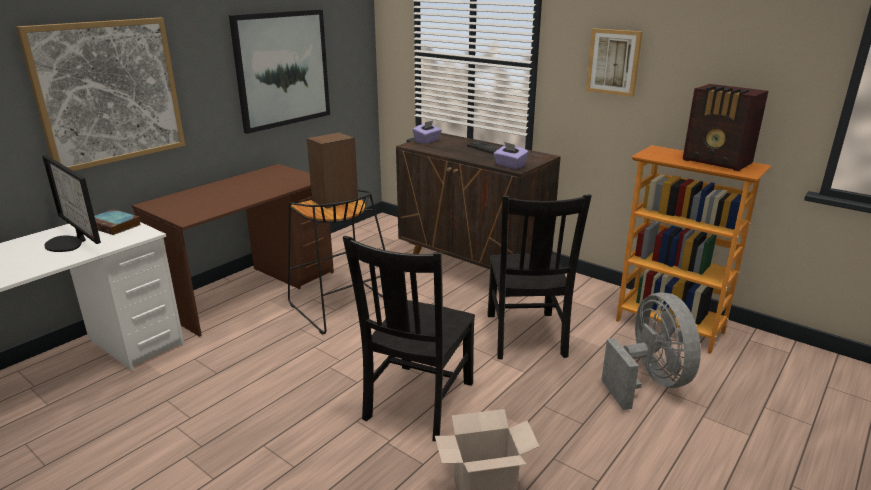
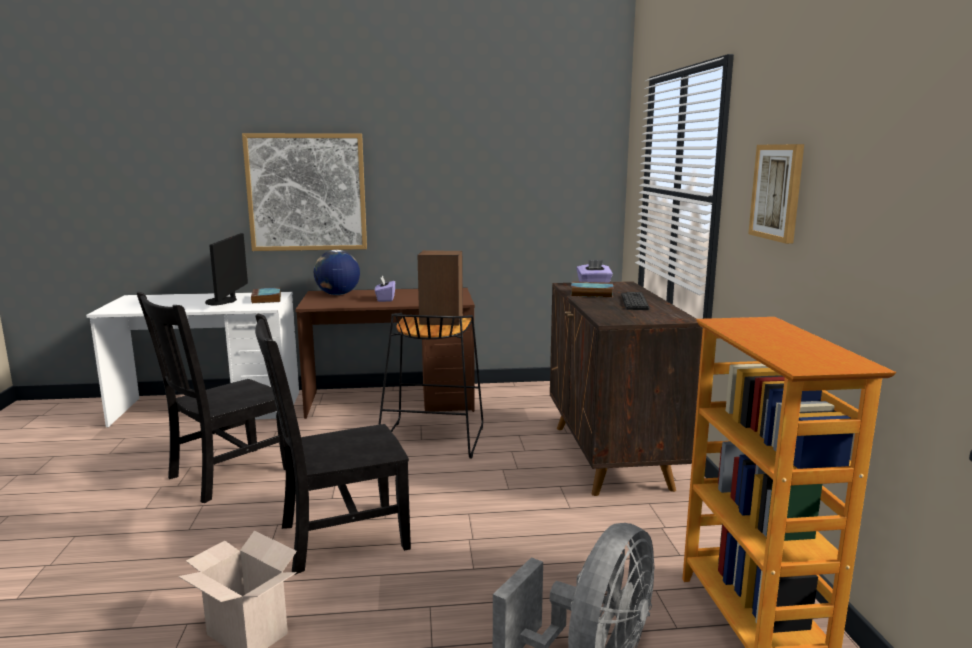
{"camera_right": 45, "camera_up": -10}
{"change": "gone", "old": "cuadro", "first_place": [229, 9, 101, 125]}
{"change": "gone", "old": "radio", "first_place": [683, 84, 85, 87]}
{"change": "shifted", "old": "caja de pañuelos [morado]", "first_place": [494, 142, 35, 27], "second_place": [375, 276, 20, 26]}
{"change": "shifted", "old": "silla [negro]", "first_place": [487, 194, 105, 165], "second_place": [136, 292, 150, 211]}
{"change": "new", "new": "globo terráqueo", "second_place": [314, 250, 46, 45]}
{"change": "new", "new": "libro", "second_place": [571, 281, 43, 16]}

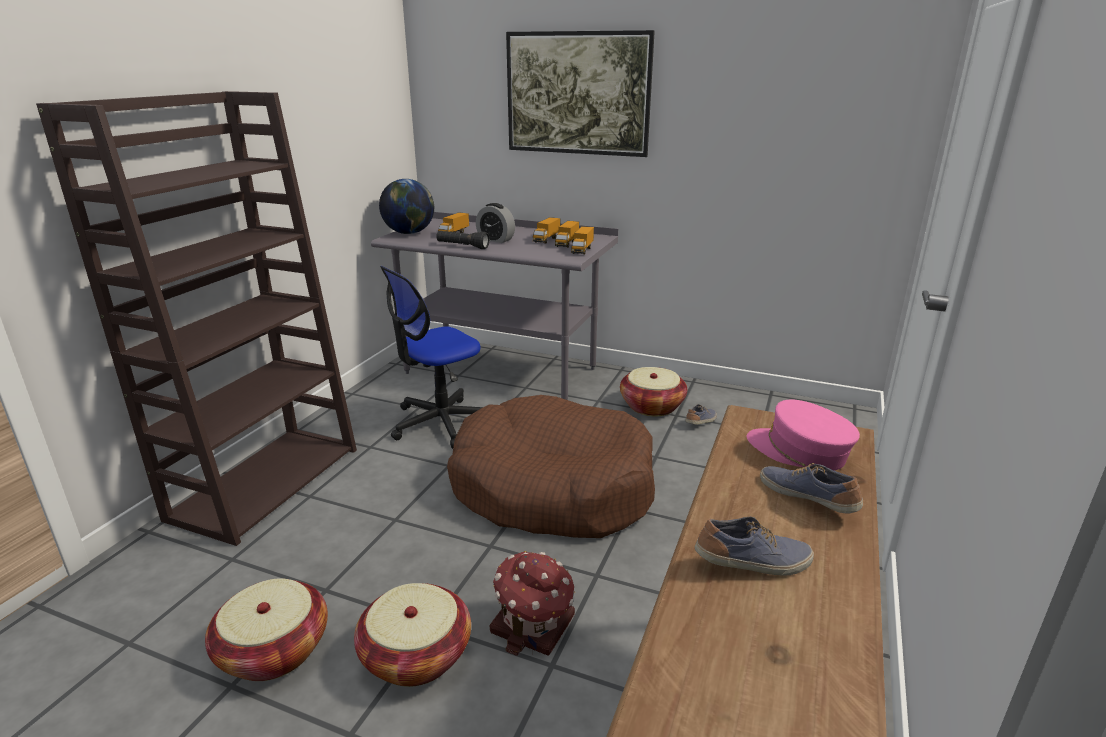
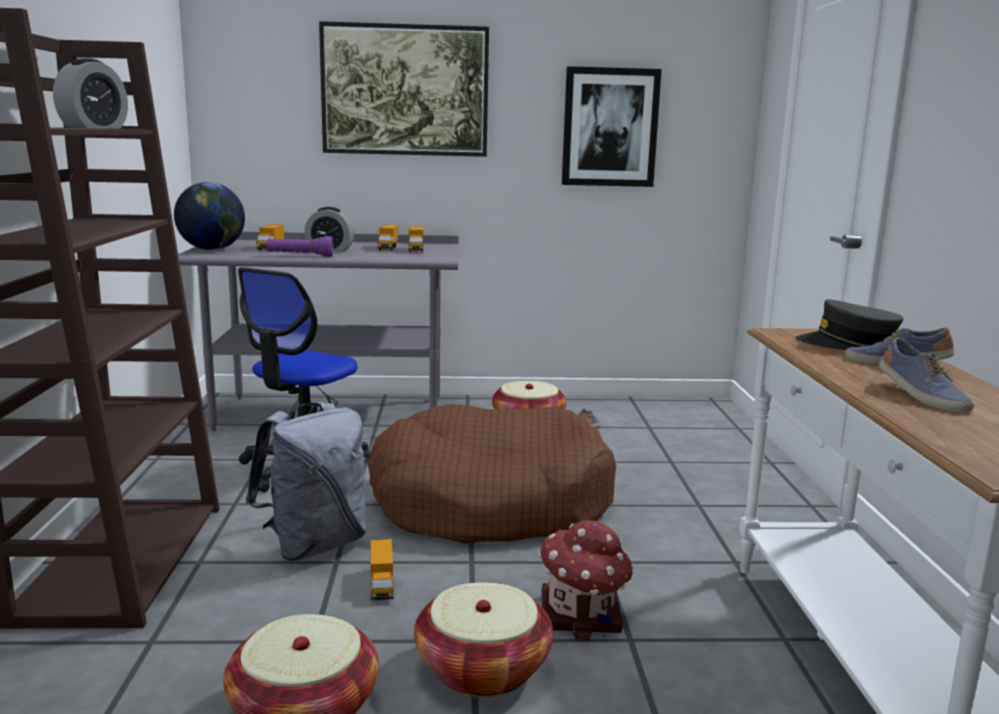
{"camera_right": -25, "camera_up": -10}
{"change": "shifted", "old": "camión de juguete", "first_place": [571, 226, 23, 29], "second_place": [370, 539, 24, 61]}
{"change": "repainted", "old": "linterna [negro]", "new": "linterna [morado]", "first_place": [436, 231, 54, 18], "second_place": [266, 236, 68, 21]}
{"change": "repainted", "old": "gorra [rosa]", "new": "gorra [gris]", "first_place": [747, 399, 113, 72], "second_place": [795, 299, 108, 51]}
{"change": "rotated", "old": "zapato", "first_place": [695, 517, 119, 59], "second_place": [879, 338, 95, 74], "degrees": 105}
{"change": "new", "new": "despertador", "second_place": [53, 58, 75, 71]}
{"change": "new", "new": "cuadro", "second_place": [562, 66, 100, 121]}
{"change": "new", "new": "mochila [gris]", "second_place": [245, 402, 121, 159]}

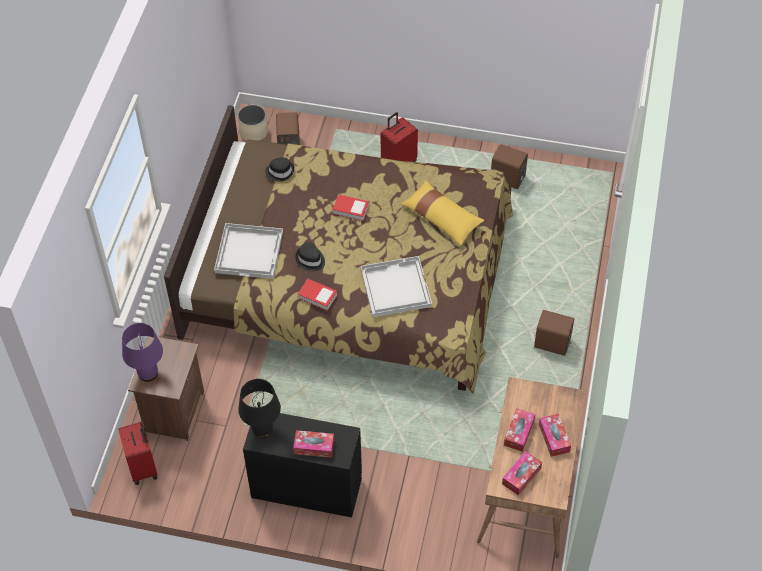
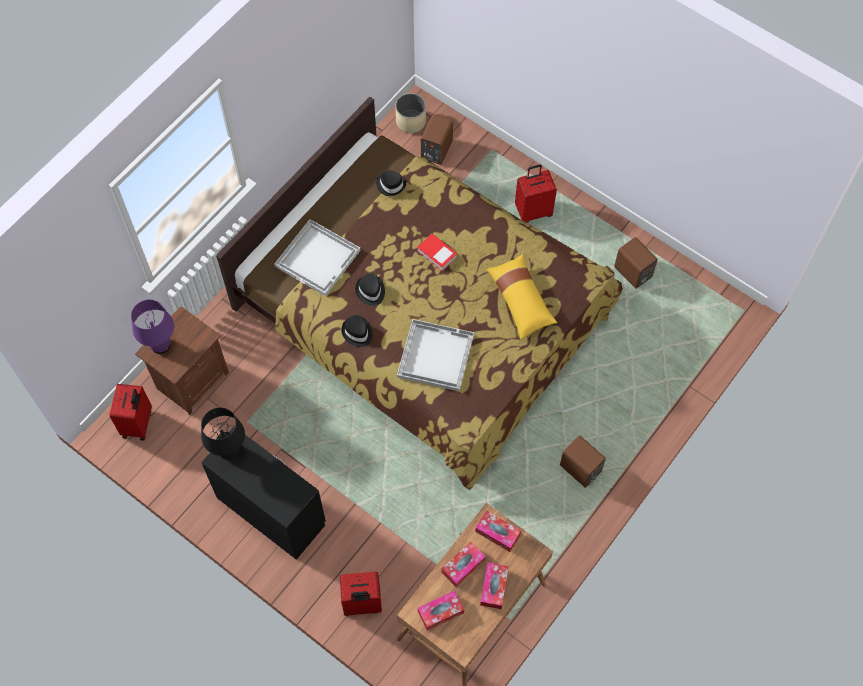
{"camera_right": 25, "camera_up": 10}
{"change": "swapped", "old": "libro", "new": "sombrero [negro]", "first_place": [298, 279, 40, 32], "second_place": [341, 315, 31, 32]}
{"change": "shifted", "old": "caja de pañuelos", "first_place": [293, 430, 41, 28], "second_place": [475, 511, 46, 41]}
{"change": "new", "new": "maleta [rojo]", "second_place": [340, 572, 42, 44]}

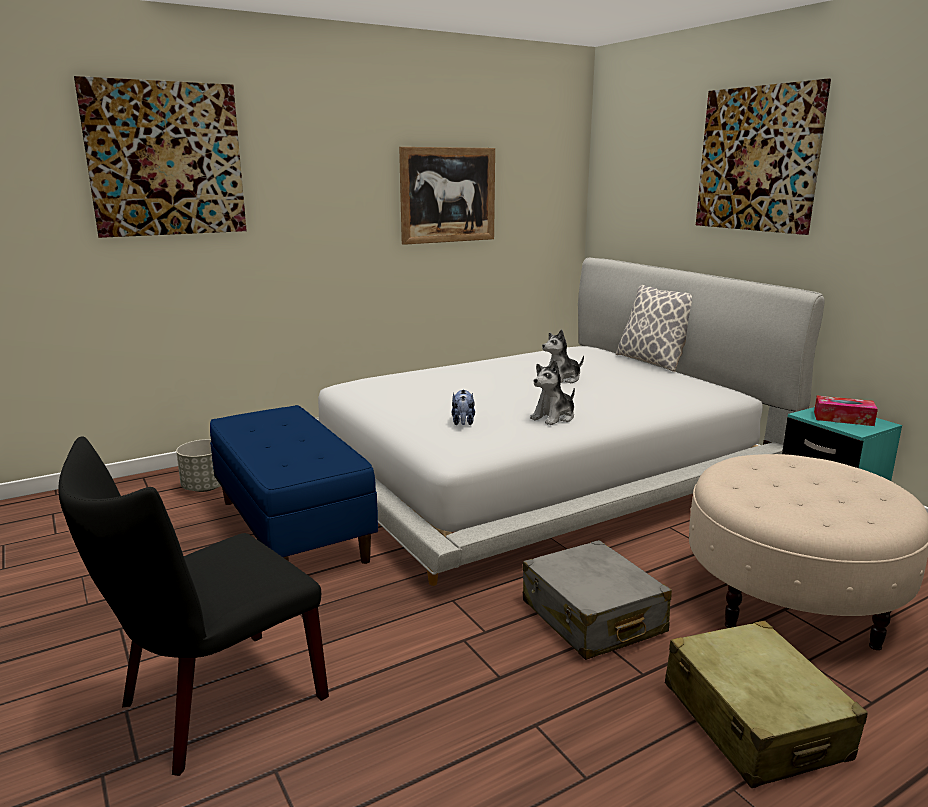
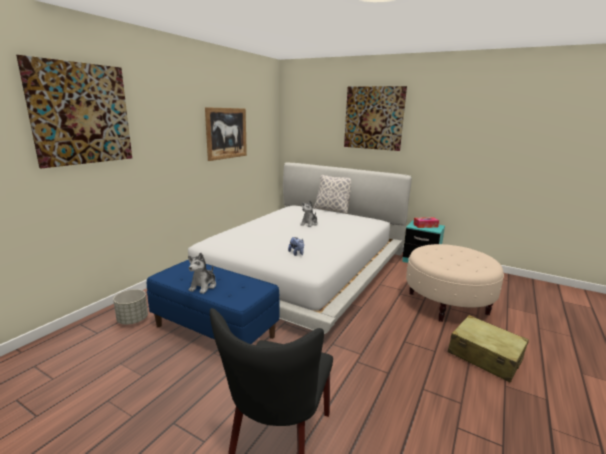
{"camera_right": -30, "camera_up": 0}
{"change": "shifted", "old": "peluche", "first_place": [530, 360, 45, 65], "second_place": [188, 253, 28, 41]}
{"change": "gone", "old": "maleta [gris]", "first_place": [523, 540, 149, 120]}

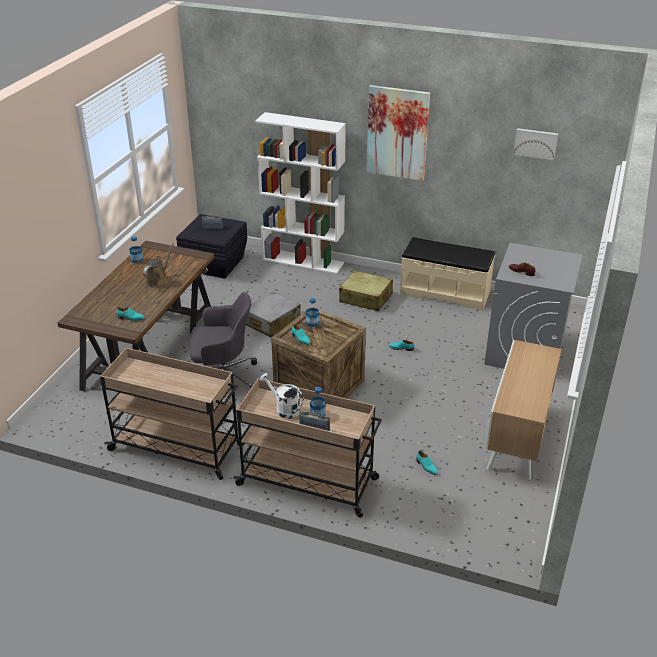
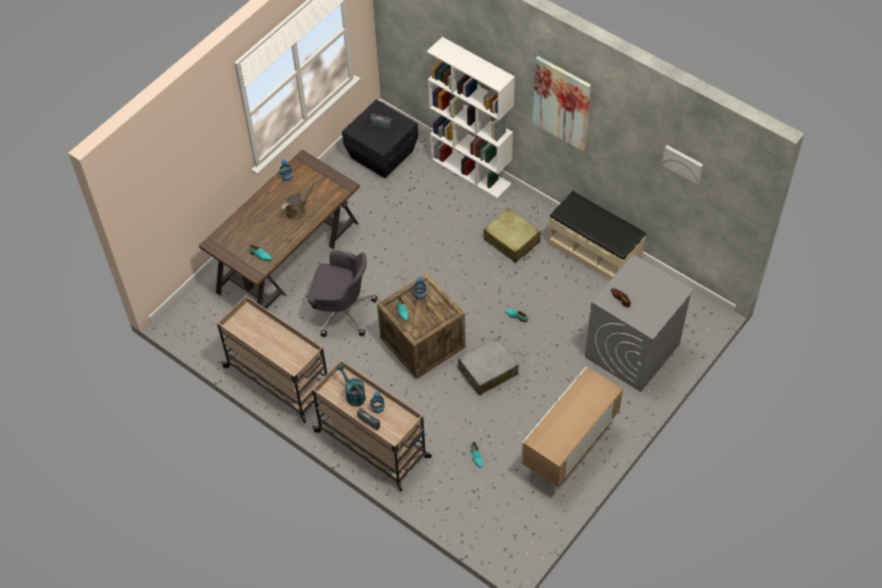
{"camera_right": 20, "camera_up": 20}
{"change": "shifted", "old": "maleta [gris]", "first_place": [246, 292, 55, 45], "second_place": [458, 338, 61, 58]}
{"change": "repainted", "old": "regadera [blanco]", "new": "regadera [turquesa]", "first_place": [260, 373, 44, 46], "second_place": [336, 364, 30, 42]}

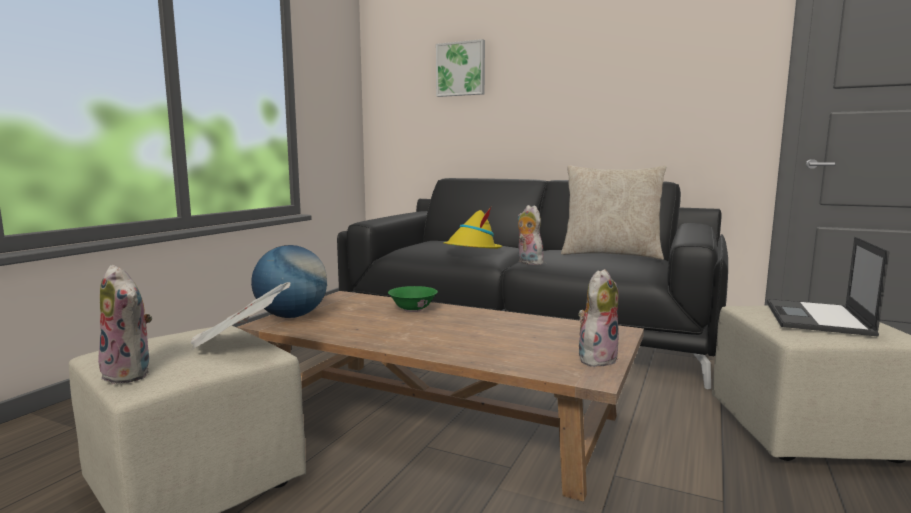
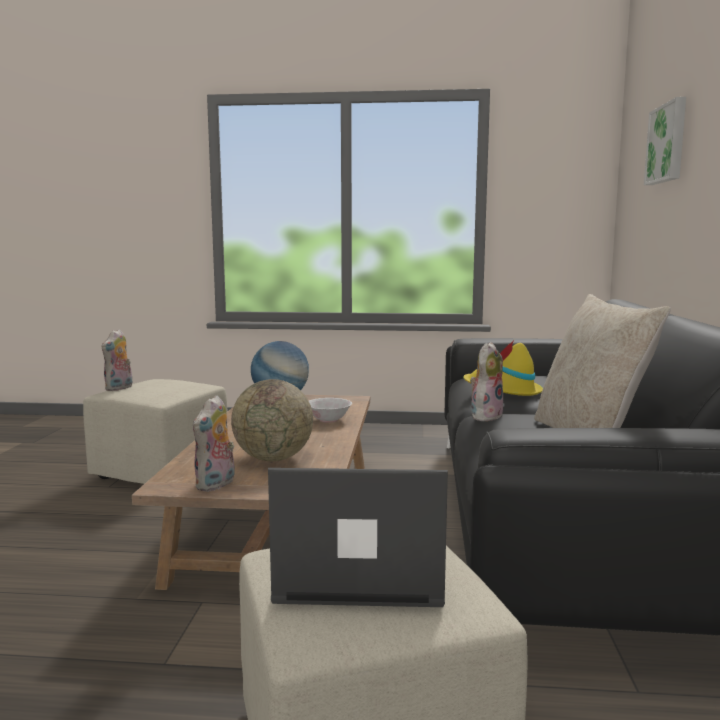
{"camera_right": 70, "camera_up": 0}
{"change": "rotated", "old": "peluche", "first_place": [578, 269, 41, 98], "second_place": [193, 395, 42, 97], "degrees": 90}
{"change": "gone", "old": "periódico", "first_place": [191, 282, 100, 68]}
{"change": "repainted", "old": "cuenco [verde]", "new": "cuenco [blanco]", "first_place": [388, 286, 50, 26], "second_place": [309, 398, 43, 25]}
{"change": "new", "new": "globo terráqueo", "second_place": [231, 379, 82, 82]}

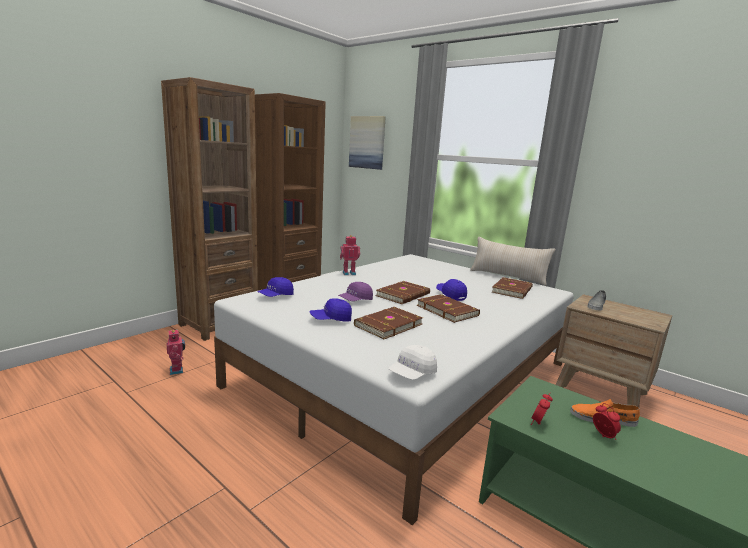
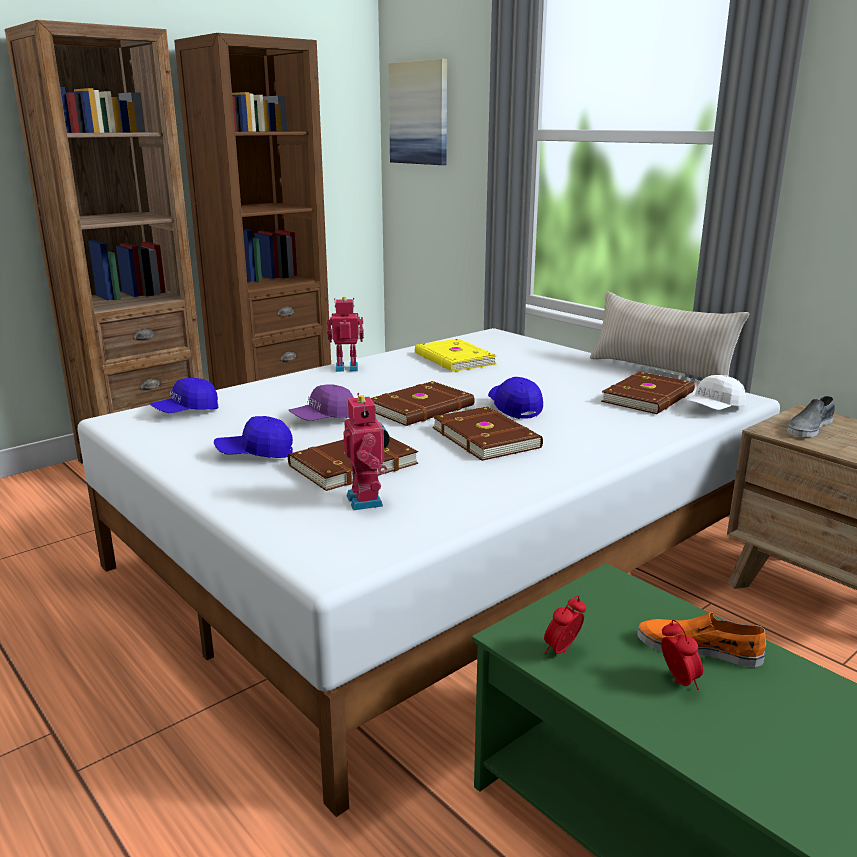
{"camera_right": 10, "camera_up": 5}
{"change": "shifted", "old": "robot de juguete", "first_place": [167, 328, 18, 47], "second_place": [344, 393, 46, 117]}
{"change": "shifted", "old": "gorra [blanco]", "first_place": [388, 345, 49, 35], "second_place": [685, 375, 61, 35]}
{"change": "new", "new": "libro [amarillo]", "second_place": [415, 339, 82, 33]}

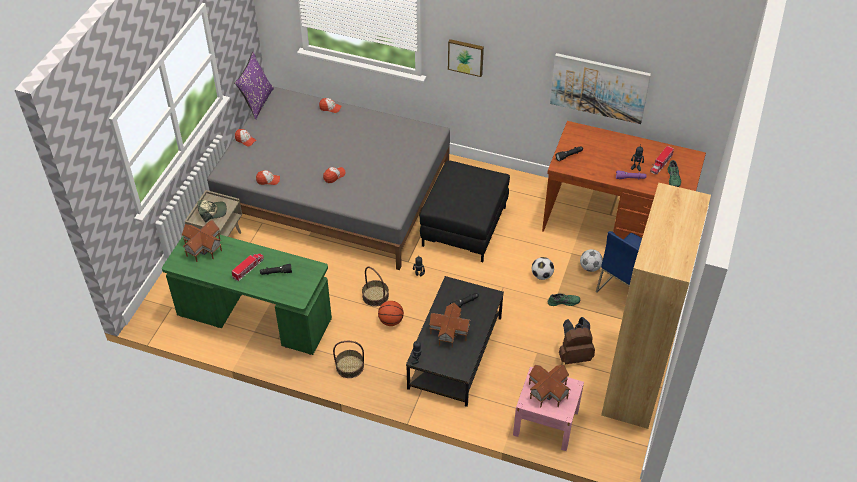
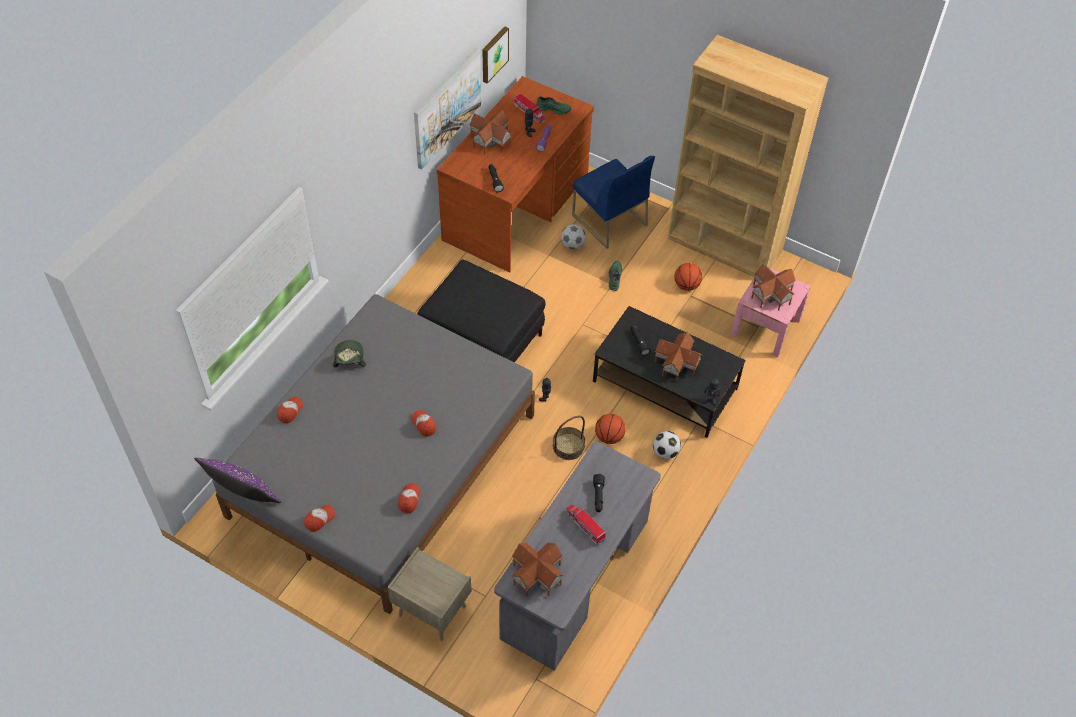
{"camera_right": -80, "camera_up": 5}
{"change": "shifted", "old": "cuadro", "first_place": [448, 39, 36, 38], "second_place": [482, 27, 27, 57]}
{"change": "shifted", "old": "gorra", "first_place": [198, 200, 29, 23], "second_place": [333, 340, 33, 27]}
{"change": "repainted", "old": "escritorio [verde]", "new": "escritorio [gris]", "first_place": [162, 234, 170, 121], "second_place": [494, 441, 167, 230]}
{"change": "shifted", "old": "balón de fútbol", "first_place": [532, 257, 22, 23], "second_place": [653, 431, 28, 28]}
{"change": "swapped", "old": "mochila [marrón]", "new": "balón de baloncesto", "first_place": [559, 317, 36, 47], "second_place": [674, 263, 28, 28]}
{"change": "gone", "old": "cesta", "first_place": [333, 341, 31, 37]}
{"change": "new", "new": "casita", "second_place": [469, 110, 43, 45]}

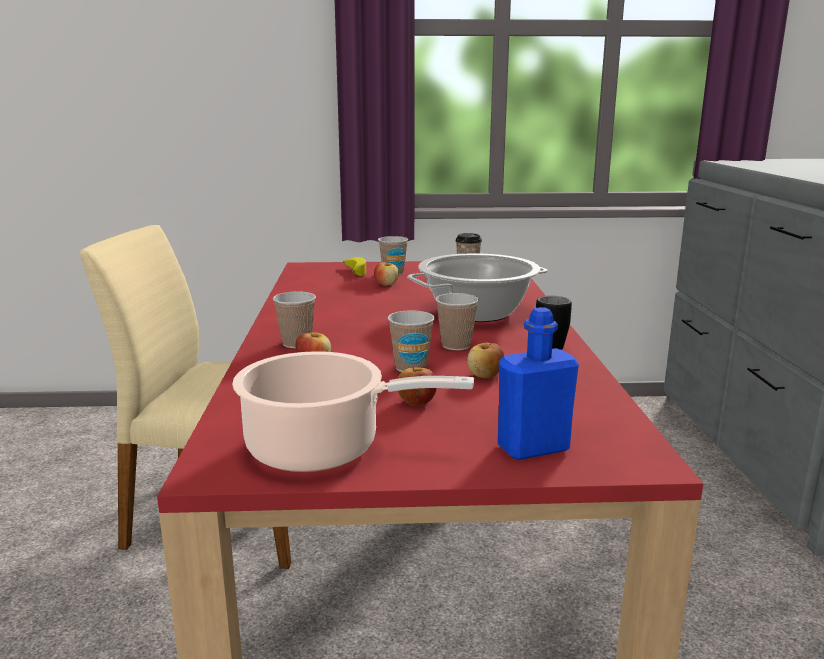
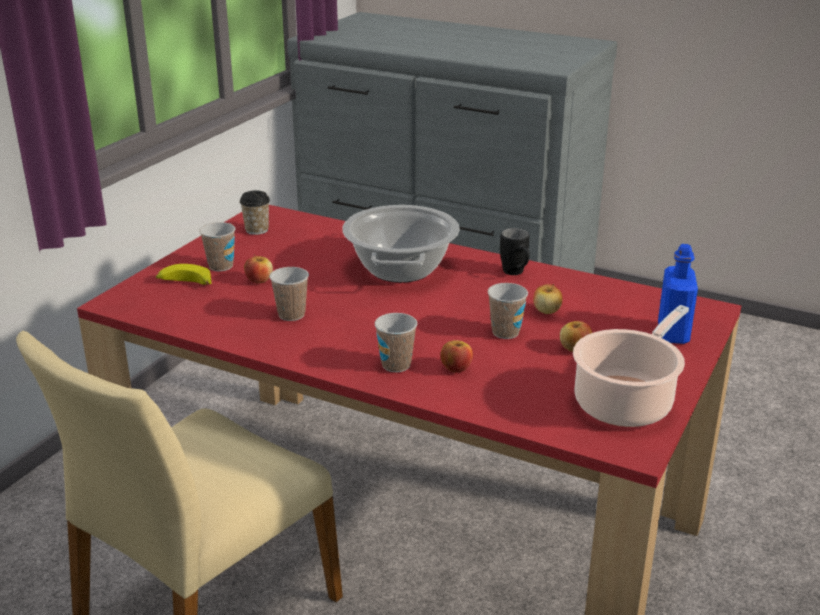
{"camera_right": -60, "camera_up": 10}
{"change": "shifted", "old": "taza", "first_place": [436, 293, 43, 57], "second_place": [269, 267, 40, 54]}

